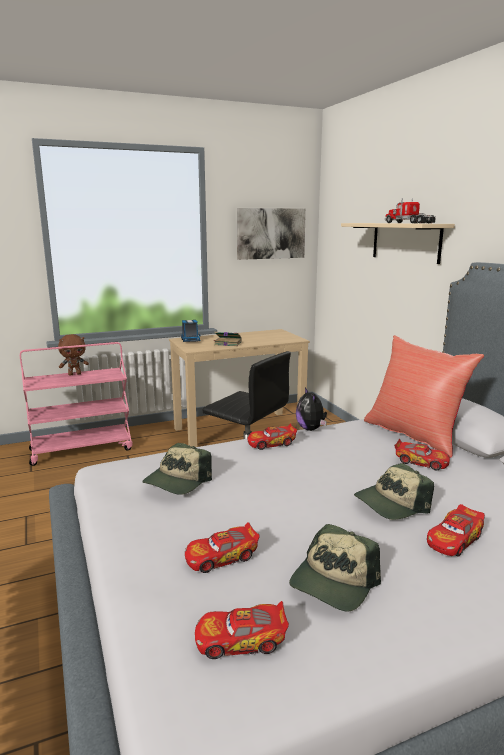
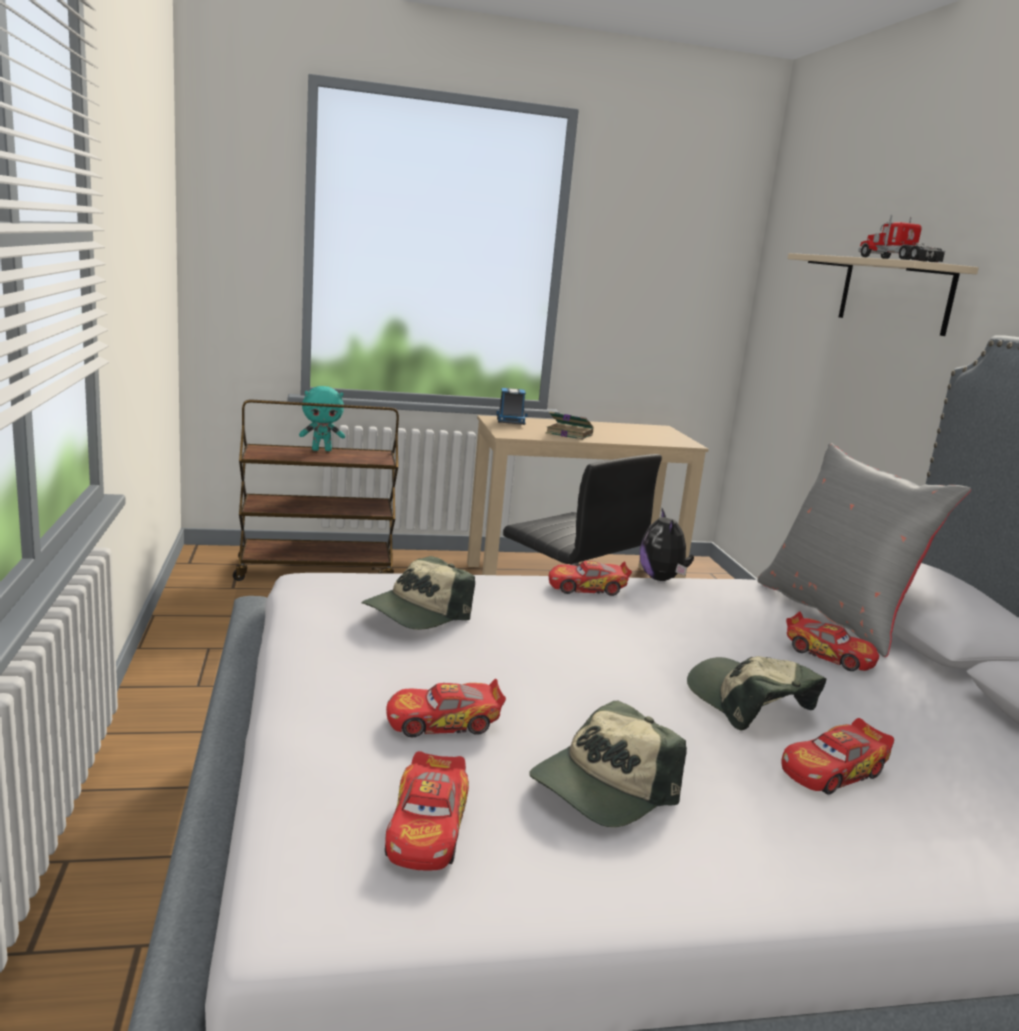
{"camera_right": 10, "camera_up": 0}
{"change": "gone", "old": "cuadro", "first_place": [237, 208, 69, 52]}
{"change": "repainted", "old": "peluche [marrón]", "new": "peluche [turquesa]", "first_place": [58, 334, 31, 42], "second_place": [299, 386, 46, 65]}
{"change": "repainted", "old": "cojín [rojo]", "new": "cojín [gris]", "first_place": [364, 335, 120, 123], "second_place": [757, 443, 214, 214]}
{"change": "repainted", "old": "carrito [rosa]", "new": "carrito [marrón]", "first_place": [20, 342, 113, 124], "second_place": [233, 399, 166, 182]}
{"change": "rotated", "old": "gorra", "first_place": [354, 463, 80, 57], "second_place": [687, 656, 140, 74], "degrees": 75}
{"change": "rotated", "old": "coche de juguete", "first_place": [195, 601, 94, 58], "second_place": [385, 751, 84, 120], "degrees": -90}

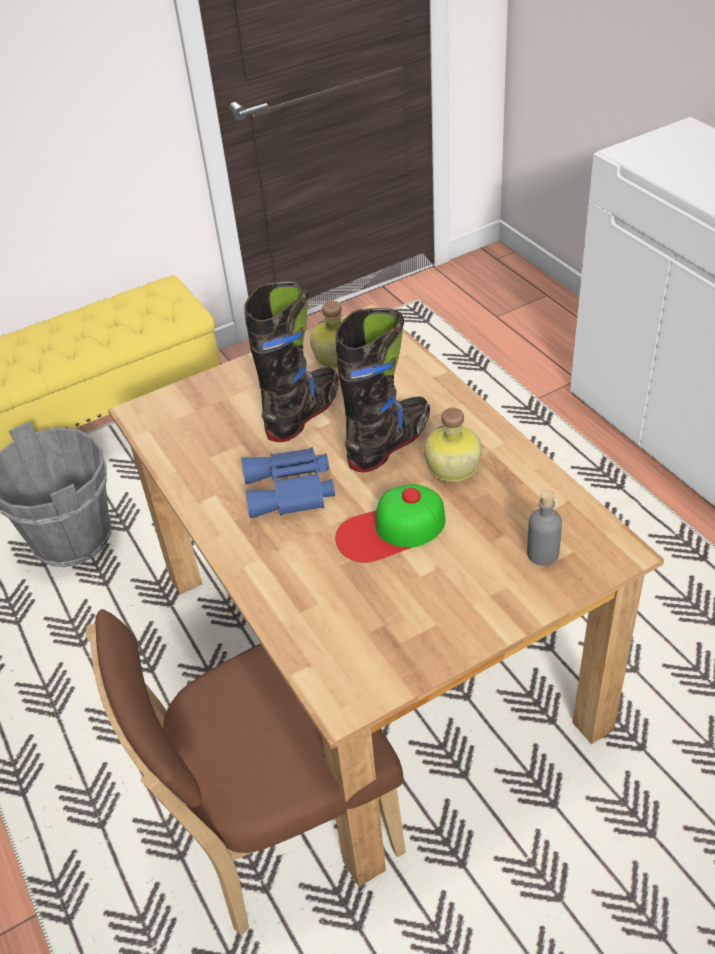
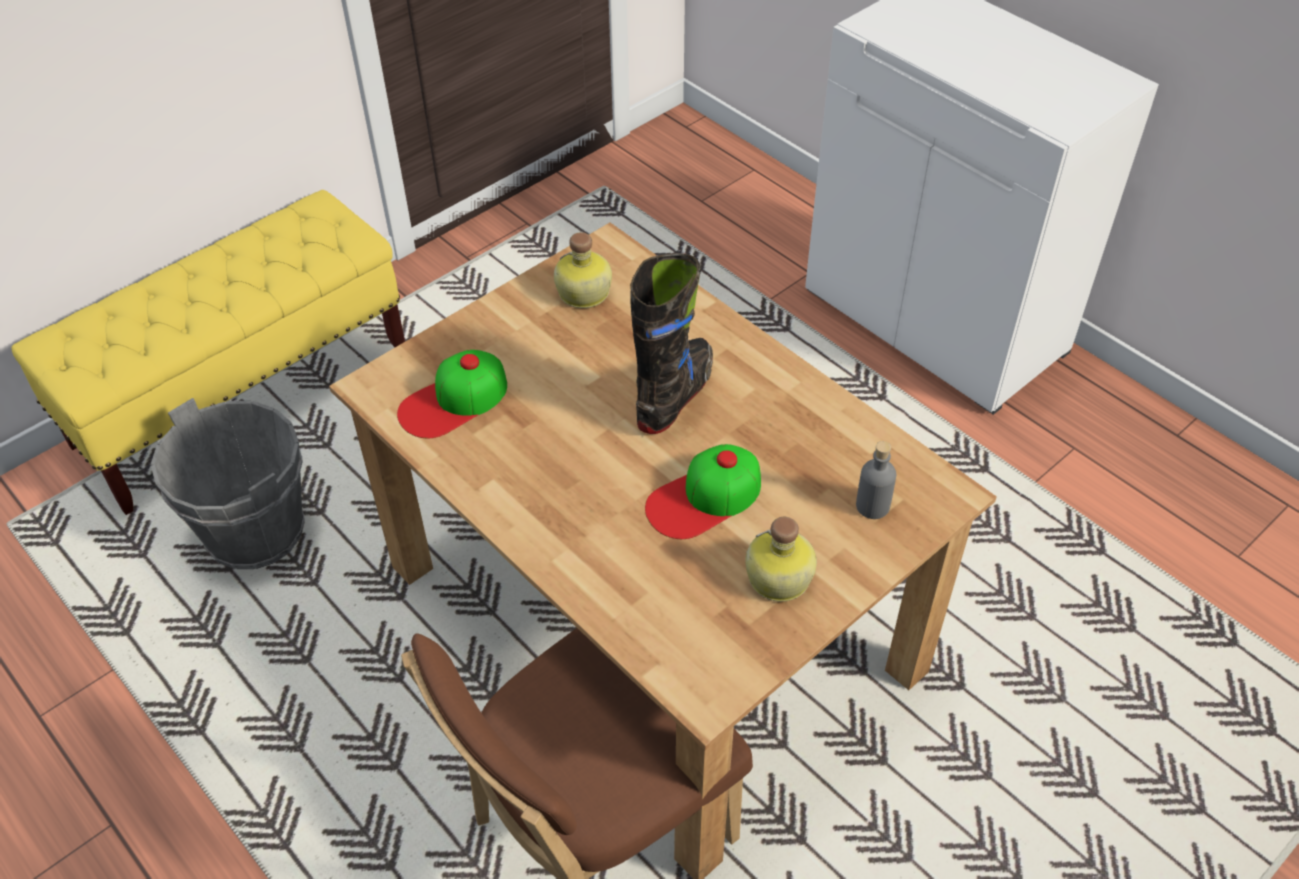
{"camera_right": -15, "camera_up": 5}
{"change": "gone", "old": "bota [negro]", "first_place": [244, 281, 95, 161]}
{"change": "shifted", "old": "botella", "first_place": [424, 408, 58, 74], "second_place": [745, 517, 72, 85]}
{"change": "gone", "old": "prismáticos [azul]", "first_place": [241, 447, 94, 71]}
{"change": "new", "new": "gorra", "second_place": [397, 350, 110, 88]}

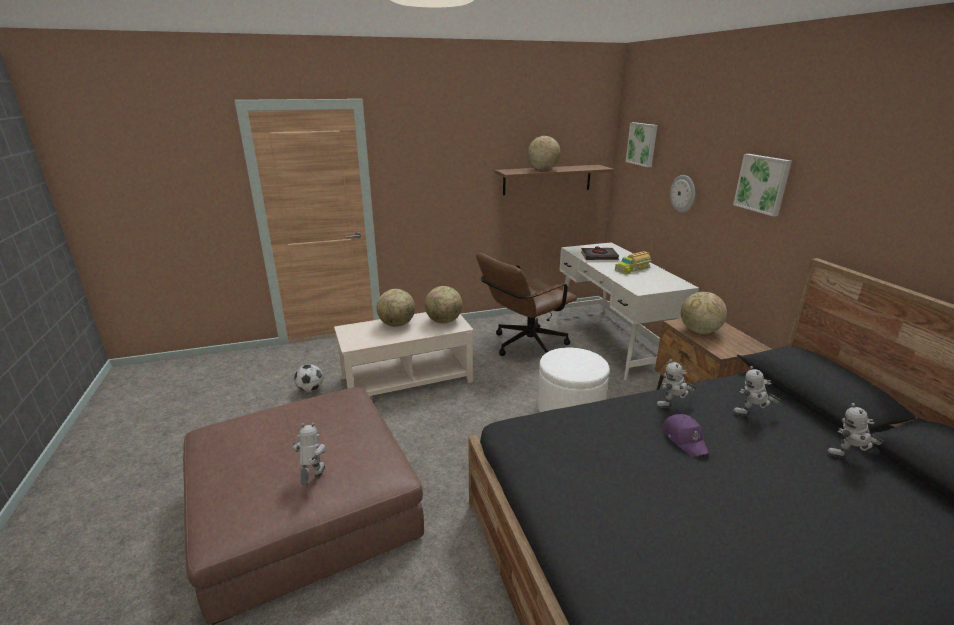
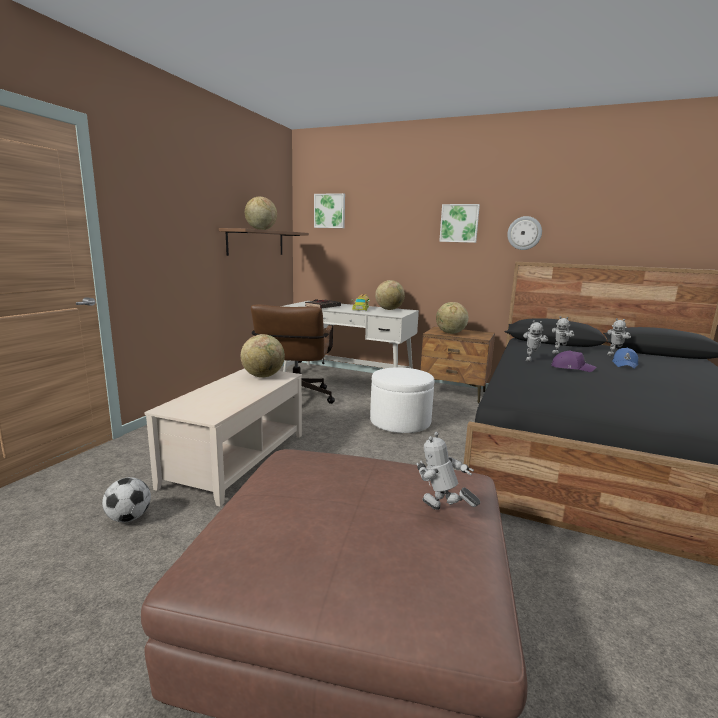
{"camera_right": -50, "camera_up": -10}
{"change": "shifted", "old": "reloj de pared", "first_place": [670, 175, 25, 38], "second_place": [507, 216, 35, 34]}
{"change": "shifted", "old": "globo terráqueo", "first_place": [377, 289, 38, 38], "second_place": [375, 280, 30, 30]}
{"change": "new", "new": "gorra [azul]", "second_place": [612, 348, 26, 21]}

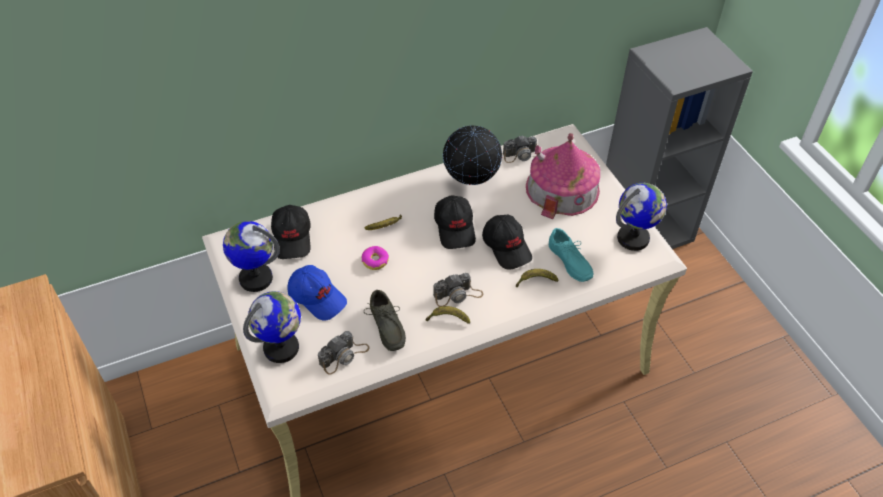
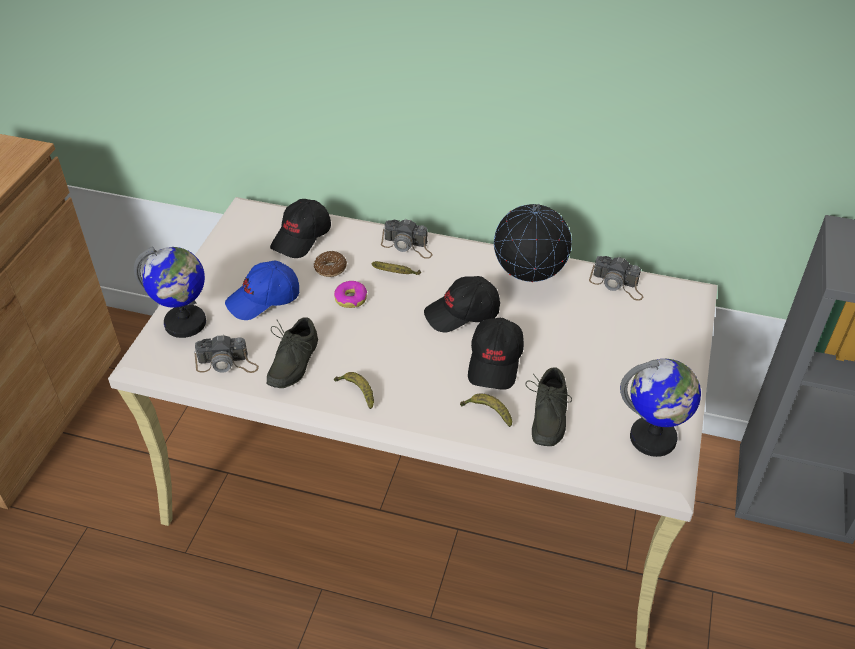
{"camera_right": 40, "camera_up": -5}
{"change": "gone", "old": "casita", "first_place": [526, 133, 74, 86]}
{"change": "rotated", "old": "gorra [negro]", "first_place": [434, 195, 42, 54], "second_place": [424, 276, 76, 57], "degrees": 45}
{"change": "gone", "old": "globo terráqueo", "first_place": [223, 221, 57, 71]}
{"change": "repainted", "old": "zapato [turquesa]", "new": "zapato [gris]", "first_place": [549, 228, 44, 54], "second_place": [525, 367, 47, 79]}
{"change": "rotated", "old": "gorra [azul]", "first_place": [287, 265, 60, 55], "second_place": [225, 261, 74, 59], "degrees": 75}
{"change": "shifted", "old": "cámara", "first_place": [433, 273, 51, 34], "second_place": [381, 219, 52, 40]}
{"change": "new", "new": "rosquilla", "second_place": [314, 251, 33, 26]}

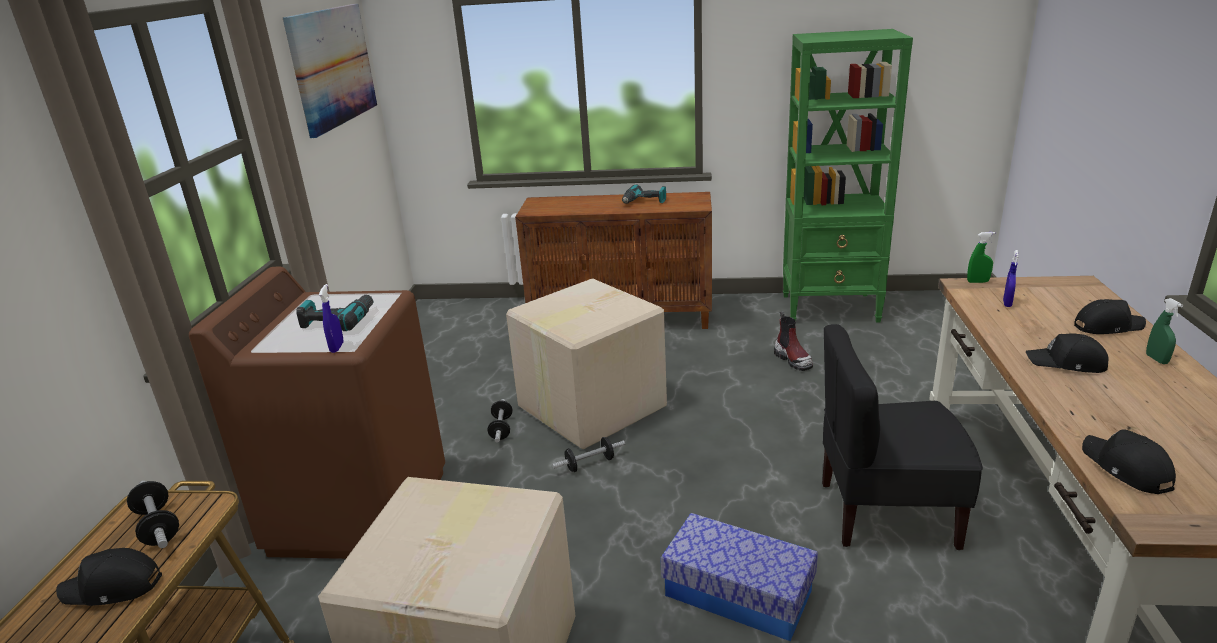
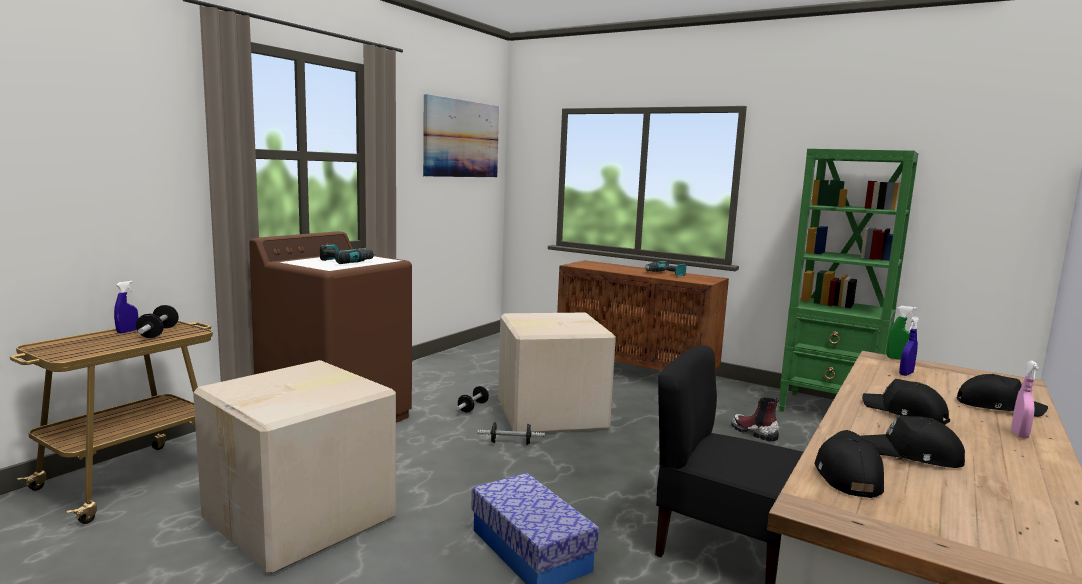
{"camera_right": 25, "camera_up": -15}
{"change": "shifted", "old": "pulverizador [azul]", "first_place": [319, 284, 25, 69], "second_place": [114, 281, 24, 52]}
{"change": "repainted", "old": "pulverizador [verde]", "new": "pulverizador [rosa]", "first_place": [1146, 298, 37, 66], "second_place": [1011, 361, 28, 78]}
{"change": "rotated", "old": "bota", "first_place": [774, 311, 39, 60], "second_place": [731, 397, 50, 45], "degrees": 135}
{"change": "shifted", "old": "gorra [negro]", "first_place": [56, 548, 106, 58], "second_place": [861, 415, 104, 53]}

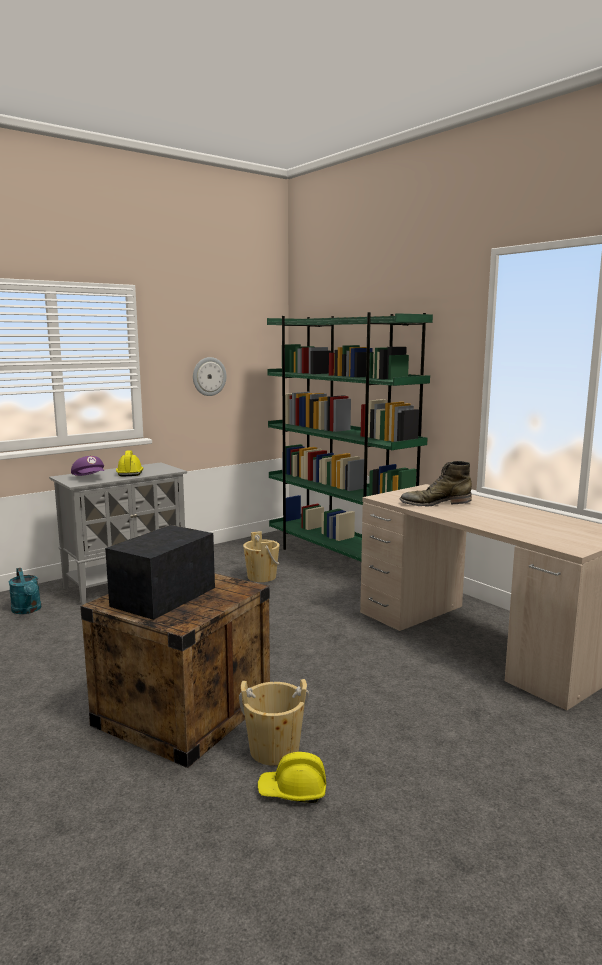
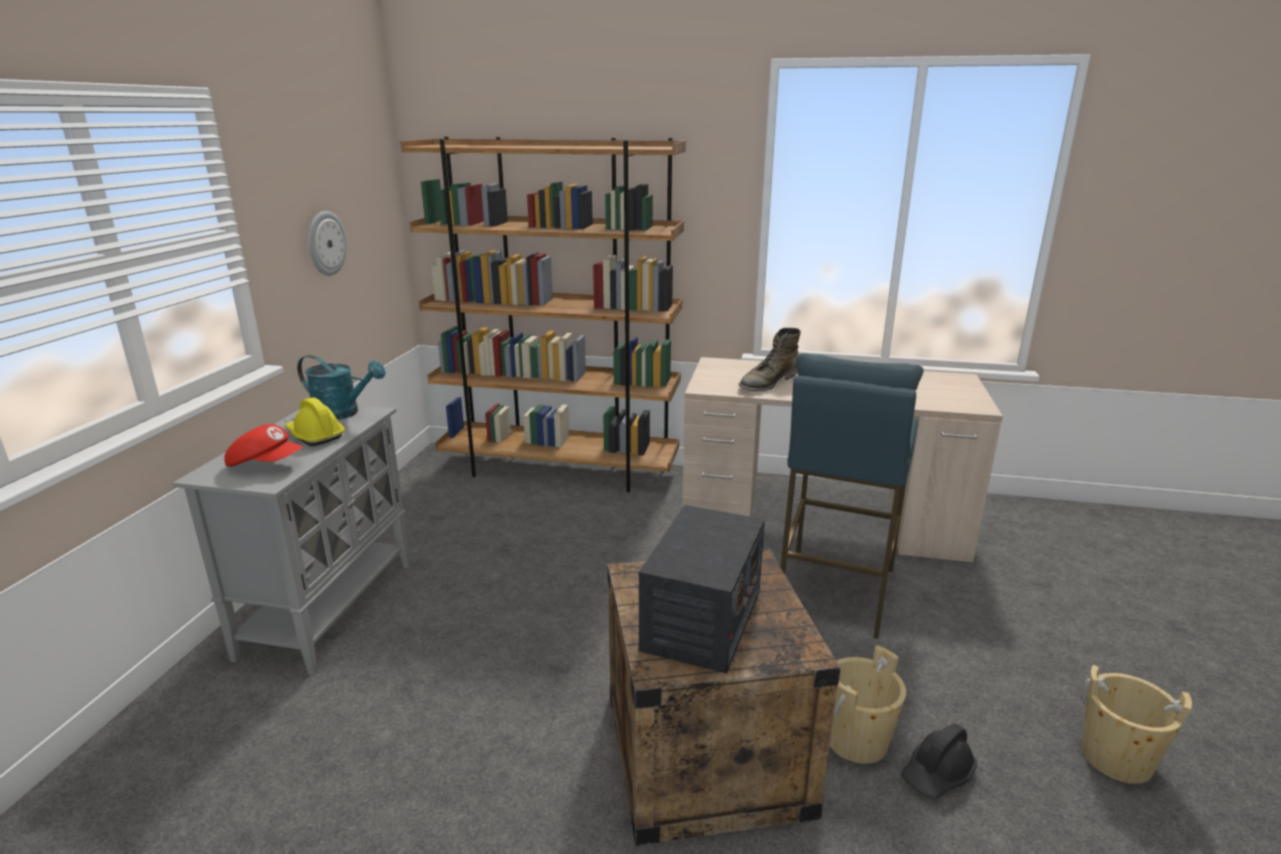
{"camera_right": -40, "camera_up": 10}
{"change": "repainted", "old": "estantería [verde]", "new": "estantería [marrón]", "first_place": [267, 312, 166, 250], "second_place": [400, 137, 286, 355]}
{"change": "repainted", "old": "gorra [morado]", "new": "gorra [rojo]", "first_place": [71, 456, 33, 20], "second_place": [224, 424, 79, 43]}
{"change": "rotated", "old": "radio", "first_place": [105, 525, 110, 95], "second_place": [639, 505, 126, 168], "degrees": -150}
{"change": "shifted", "old": "cubo [beis]", "first_place": [243, 531, 37, 51], "second_place": [1082, 665, 110, 119]}
{"change": "shifted", "old": "regadera [turquesa]", "first_place": [8, 568, 33, 46], "second_place": [297, 355, 89, 65]}
{"change": "repainted", "old": "casco [amarillo]", "new": "casco [negro]", "first_place": [257, 752, 69, 51], "second_place": [901, 724, 76, 75]}
{"change": "new", "new": "taburete [azul]", "second_place": [780, 353, 144, 286]}

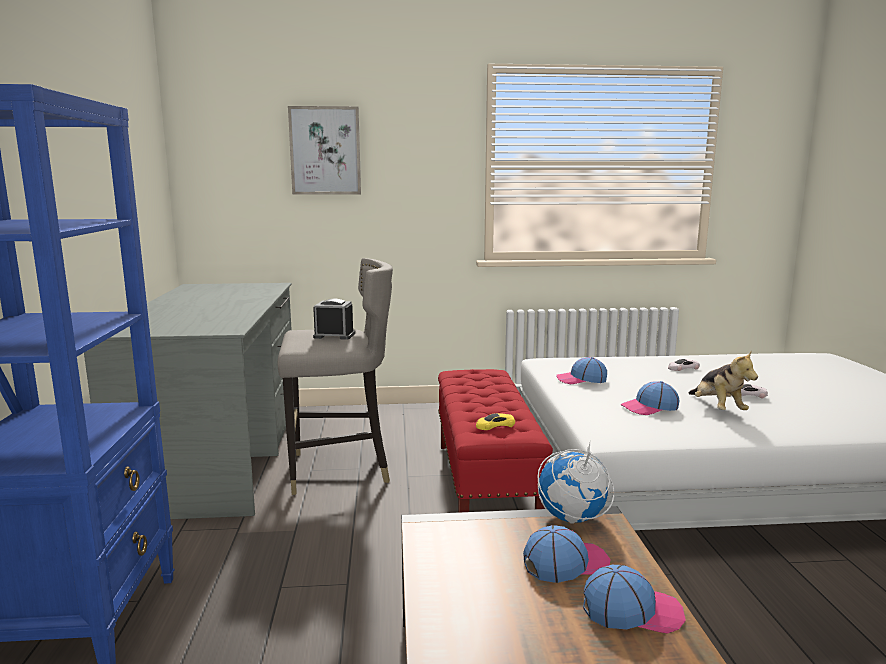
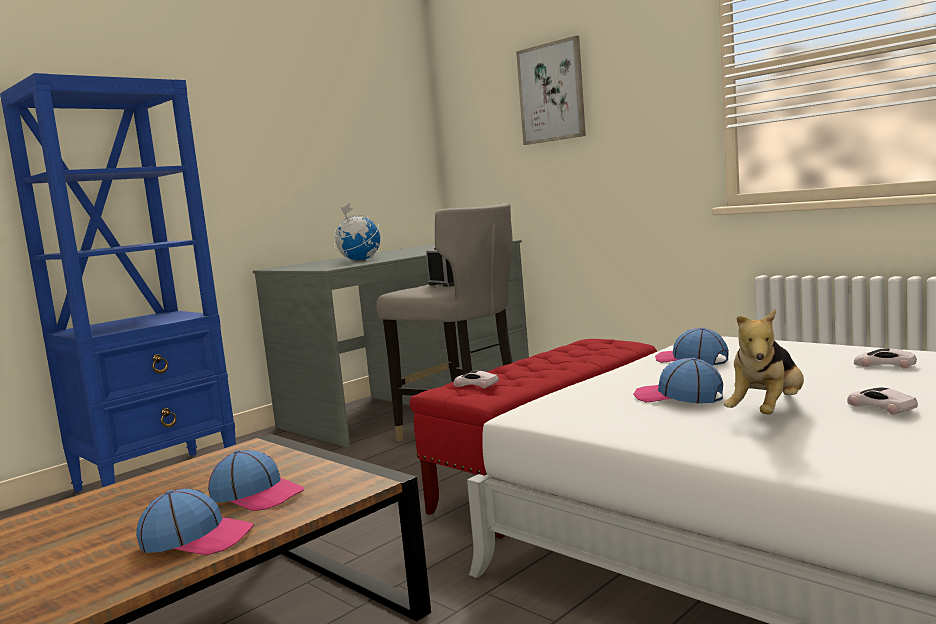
{"camera_right": 50, "camera_up": -5}
{"change": "repainted", "old": "coche de juguete [amarillo]", "new": "coche de juguete [blanco]", "first_place": [476, 413, 39, 17], "second_place": [453, 371, 46, 17]}
{"change": "shifted", "old": "globo terráqueo", "first_place": [537, 443, 78, 81], "second_place": [334, 203, 46, 57]}
{"change": "rotated", "old": "gorra", "first_place": [583, 565, 103, 69], "second_place": [136, 489, 118, 66], "degrees": -45}

